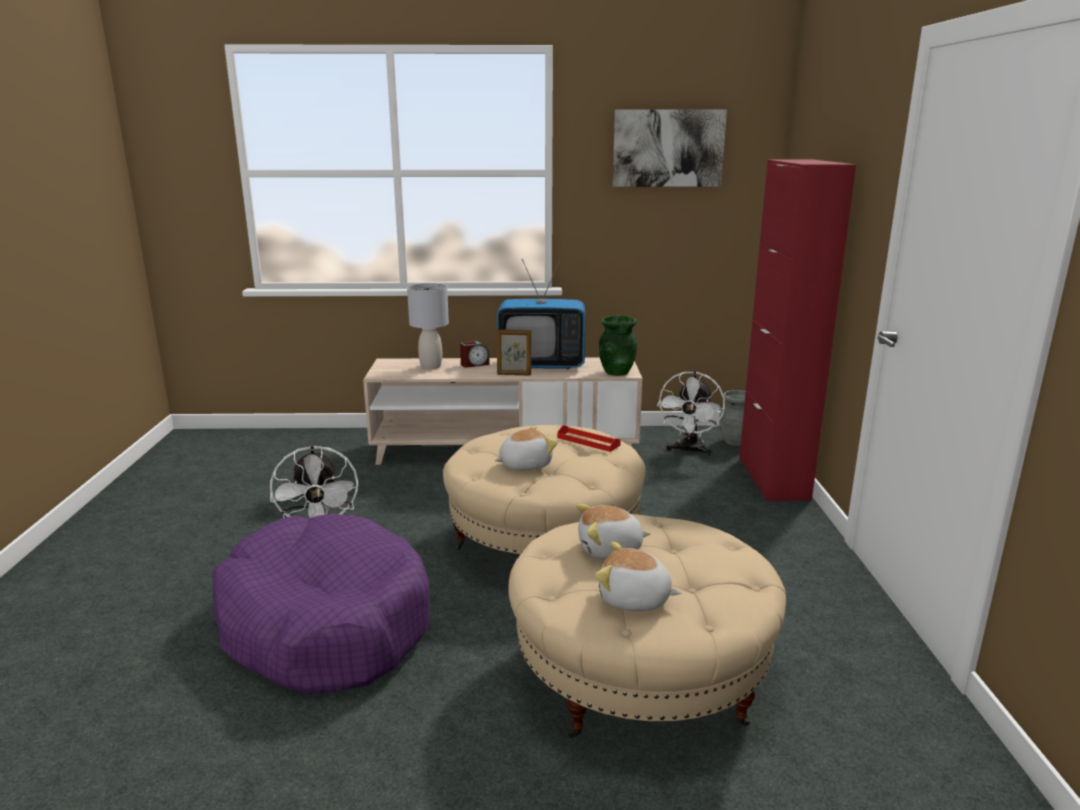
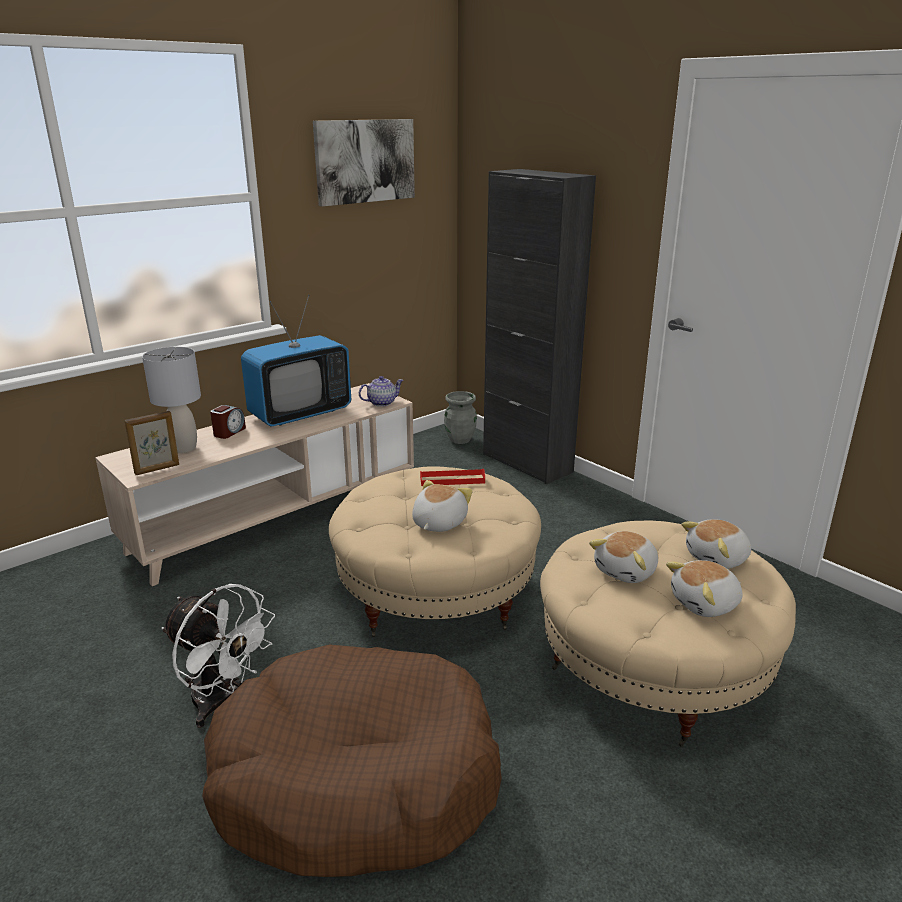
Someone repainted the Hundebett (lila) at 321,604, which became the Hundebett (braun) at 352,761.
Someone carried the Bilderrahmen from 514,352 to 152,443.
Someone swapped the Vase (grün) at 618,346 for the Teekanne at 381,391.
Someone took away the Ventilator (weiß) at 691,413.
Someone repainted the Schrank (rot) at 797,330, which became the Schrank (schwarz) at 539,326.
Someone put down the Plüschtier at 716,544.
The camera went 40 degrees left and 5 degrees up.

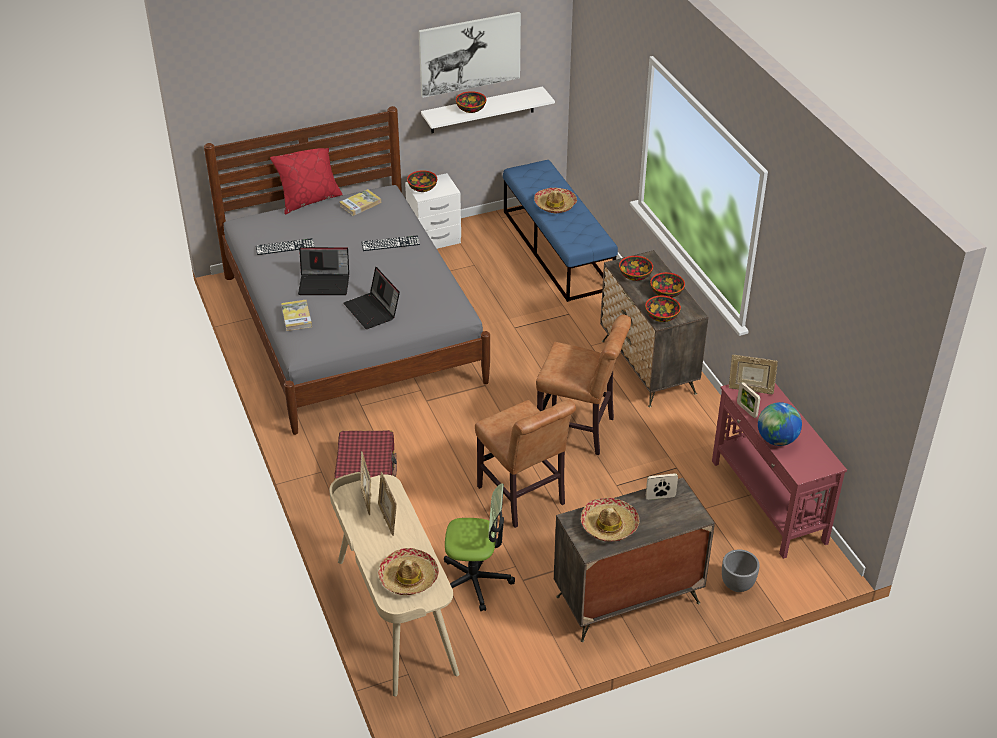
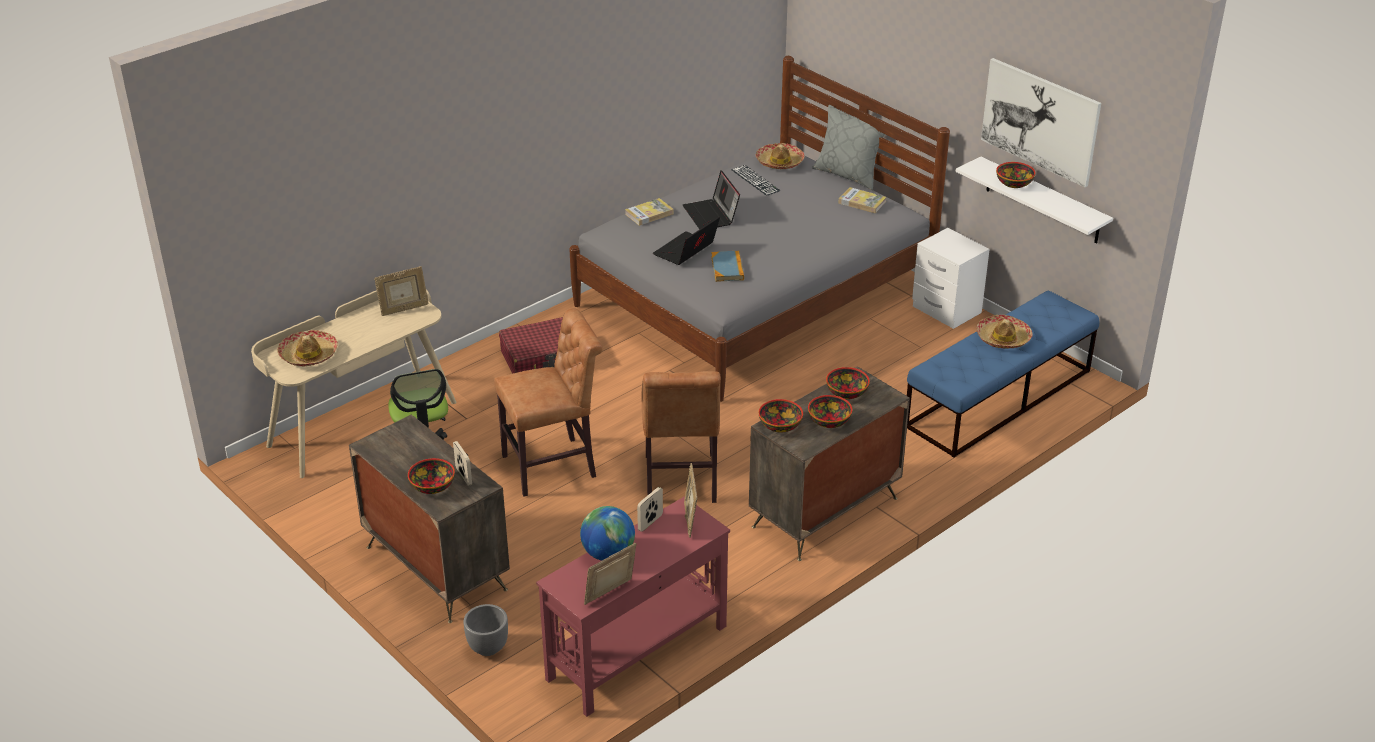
Someone repainted the Kissen (rot) at 306,181, which became the Kissen (grau) at 848,147.
Someone took away the Tastatur at 390,243.
Someone carried the Bilderrahmen from 387,504 to 610,574.
Someone carried the Schüssel from 422,181 to 431,476.
Someone rotated the Stuhl (braun) at 525,463 by 150 degrees counterclockwise.
Someone carried the Hut from 610,520 to 779,156.
Someone put down the Buch at 727,266.
The camera went 70 degrees right and 5 degrees down.

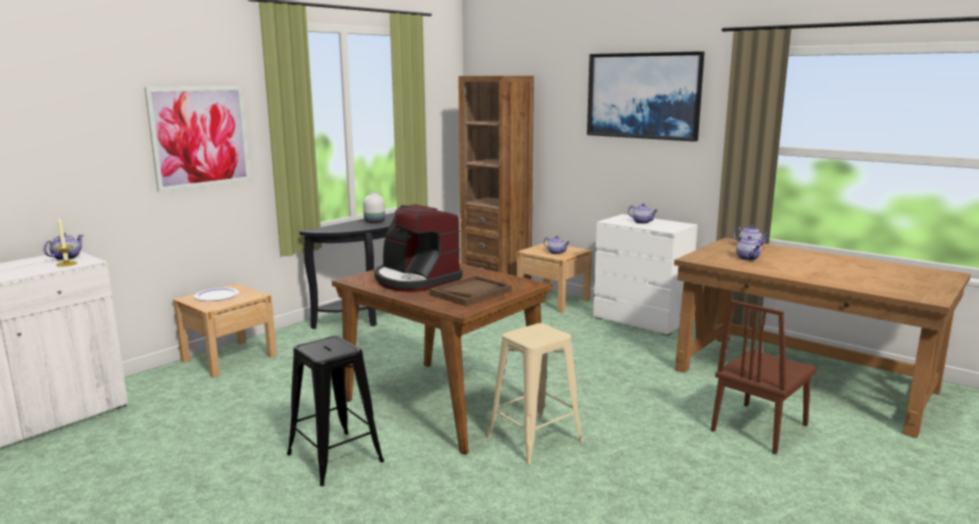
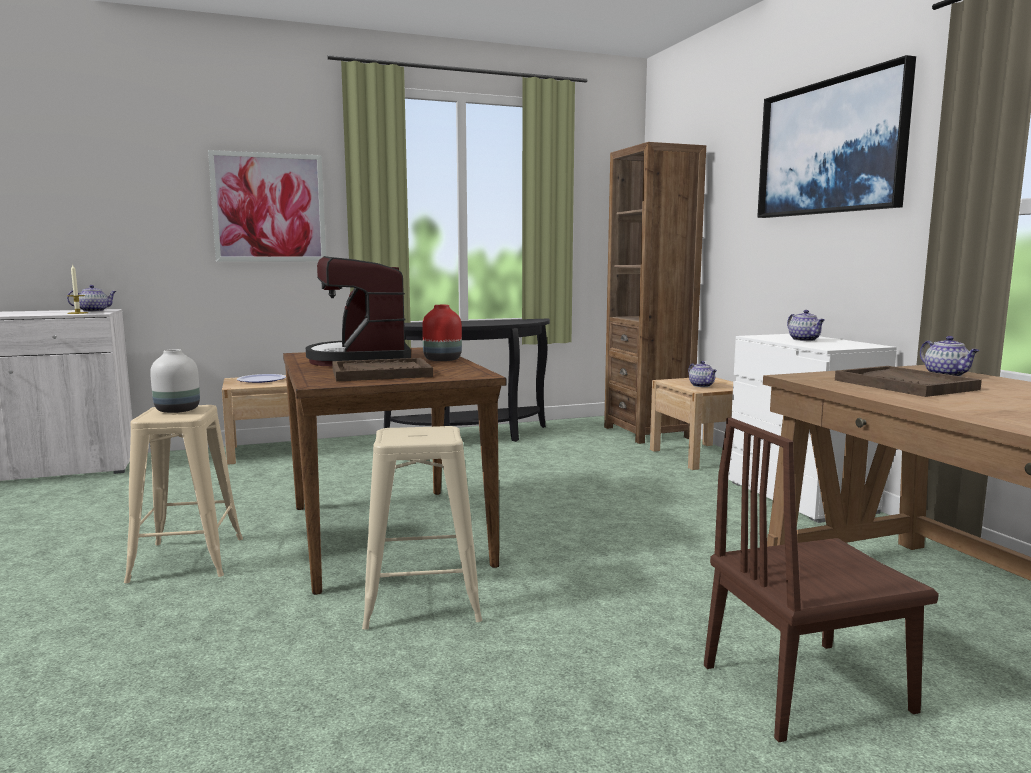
Someone repainted the Hocker (schwarz) at 335,411, which became the Hocker (beige) at 183,494.
Someone carried the Vase (weiß) from 374,208 to 175,381.
Someone swapped the Teekanne at 748,248 for the Tablett (braun) at 908,381.
Someone put down the Vase (rot) at 442,333.
The camera went 30 degrees right and 5 degrees down.

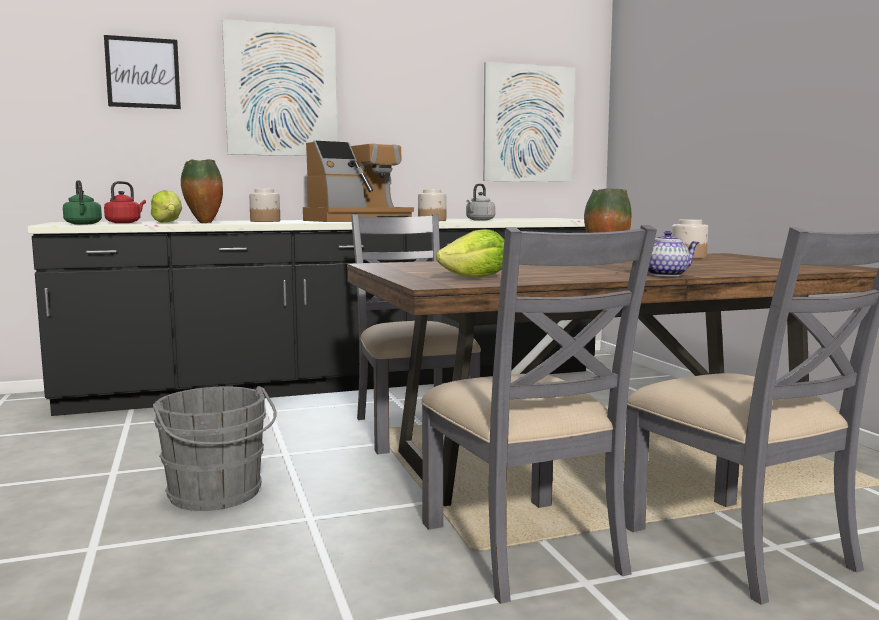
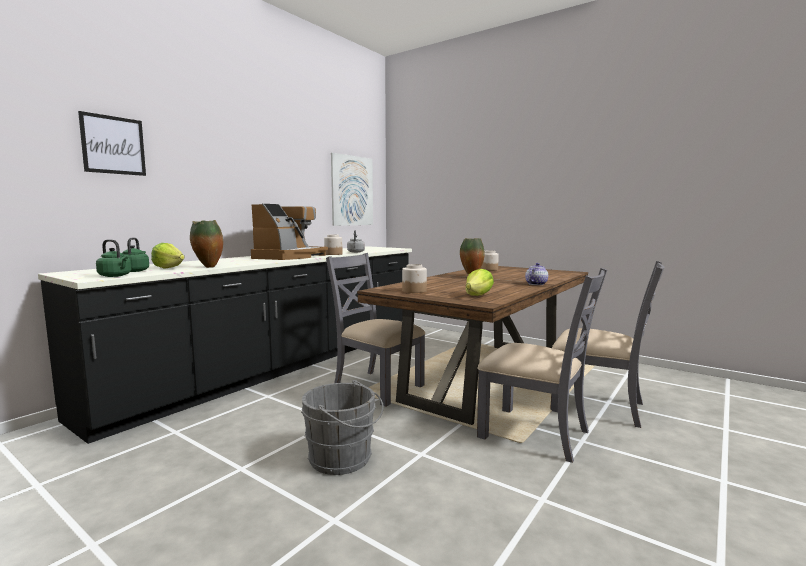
Someone repainted the Wasserkessel (rot) at 125,202, which became the Wasserkessel (grün) at 135,255.
Someone took away the Bild at 279,87.
Someone carried the Vorratsglas from 264,205 to 414,278.
The camera went 35 degrees left and 0 degrees up.

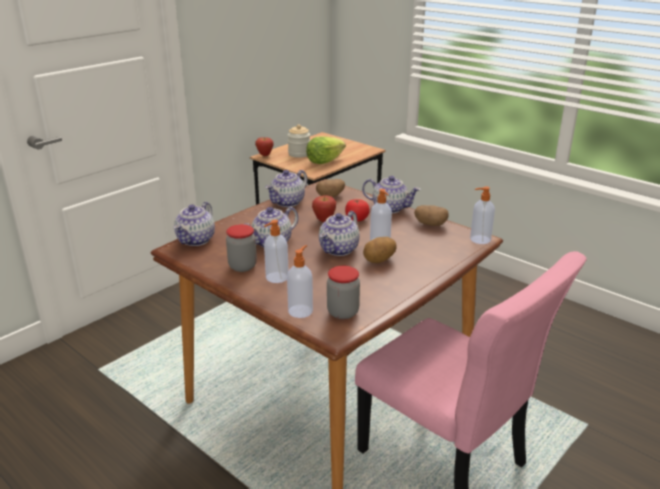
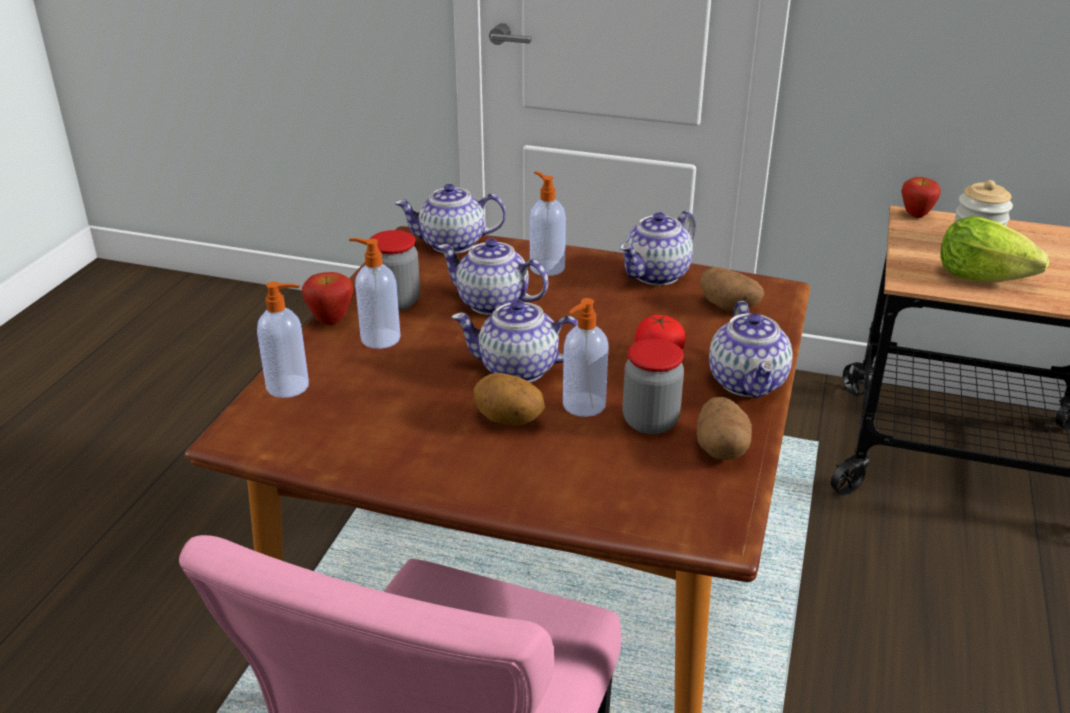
Someone rotated the Teekanne at 286,188 by 60 degrees counterclockwise.
Someone carried the Apfel from 324,208 to 327,298.
Someone carried the Vorratsglas from 343,292 to 653,386.
Someone carried the Seifenspender from 482,215 to 548,223.
The camera went 65 degrees right and 5 degrees up.

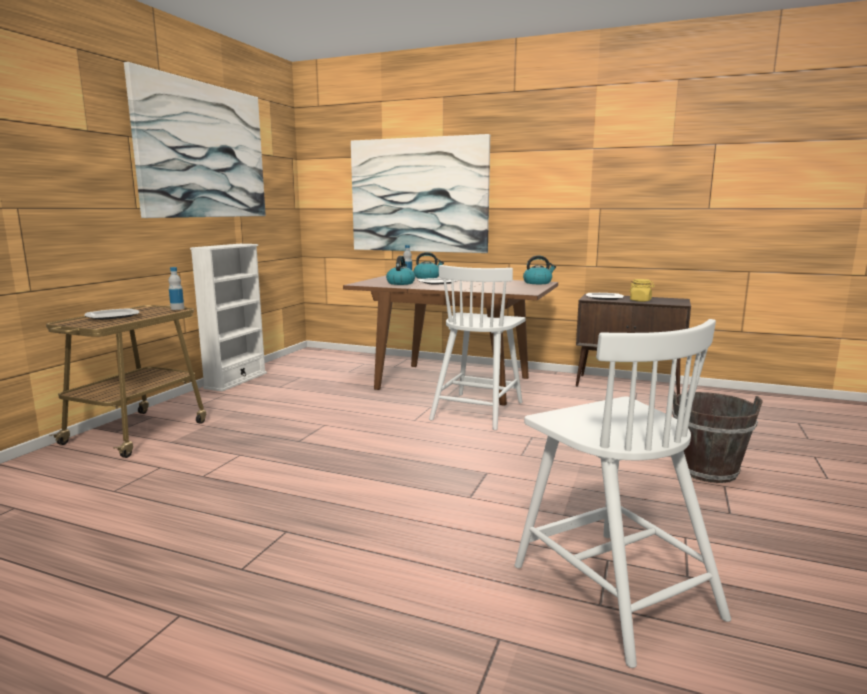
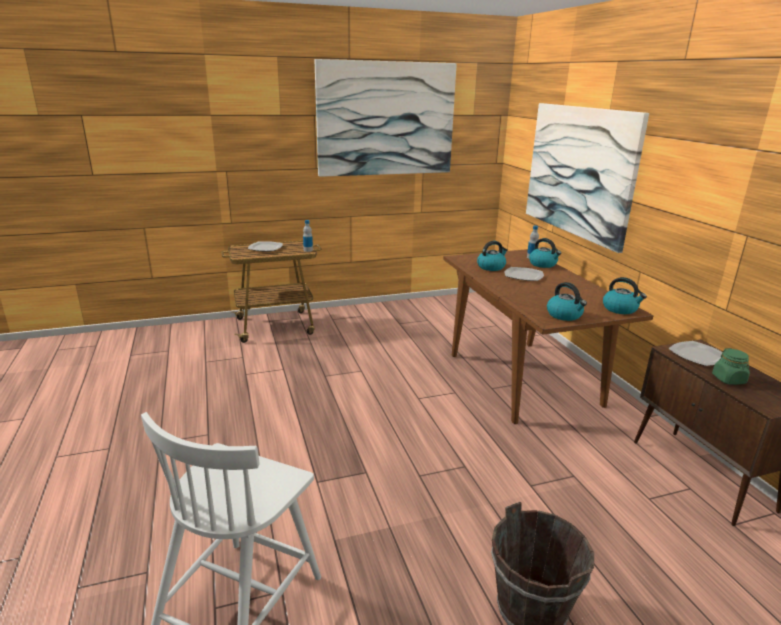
Someone took away the Bücherregal (weiß) at 228,317.
Someone took away the Stuhl (weiß) at 477,347.
Someone repainted the Vorratsglas (gelb) at 642,290, which became the Vorratsglas (grün) at 731,366.
Someone put down the Wasserkessel at 567,301.
The camera went 50 degrees right and 10 degrees up.

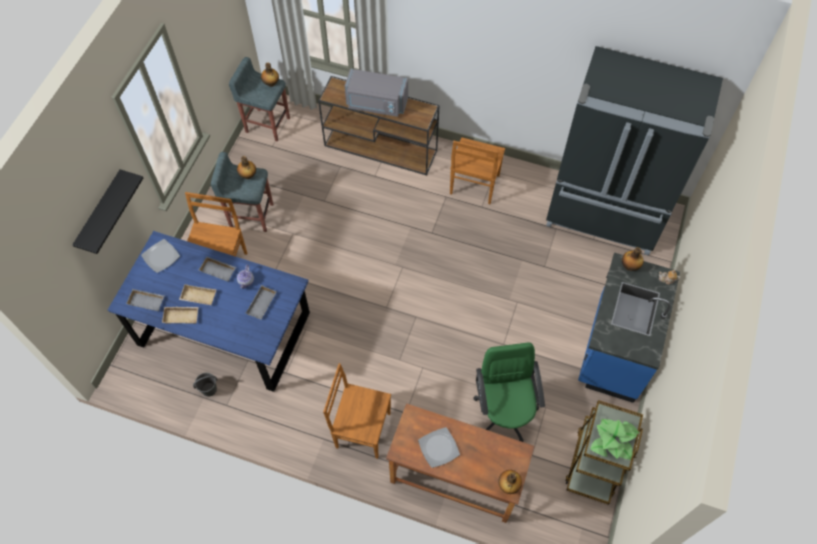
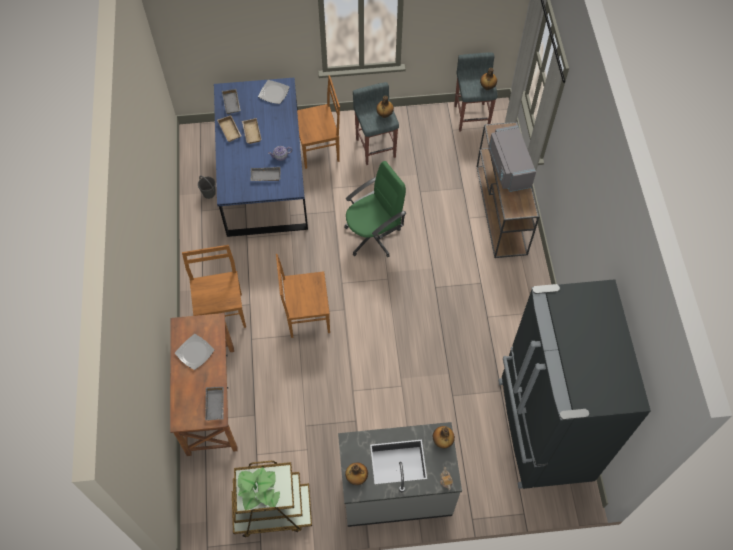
Someone took away the Wandregal (schwarz) at 107,211.
Someone carried the Tablett (grau) from 217,269 to 214,404.
Someone carried the Stuhl (braun) from 477,170 to 303,296.
Someone carried the Bürostuhl (grün) from 509,392 to 375,209.
Someone carried the Flasche from 510,482 to 356,474.
Someone repainted the Küchenzeile (blau) at 629,327, which became the Küchenzeile (grau) at 400,474.
The camera went 65 degrees right and 0 degrees up.

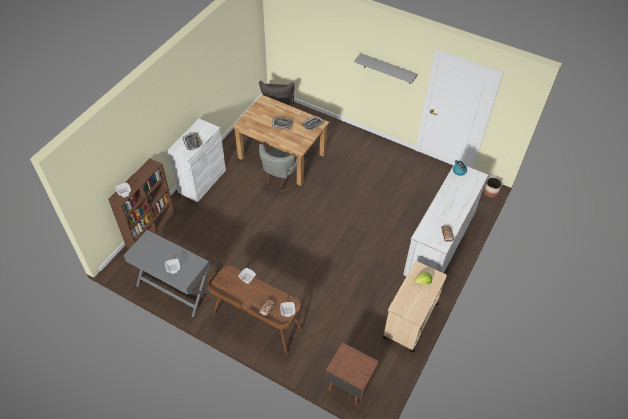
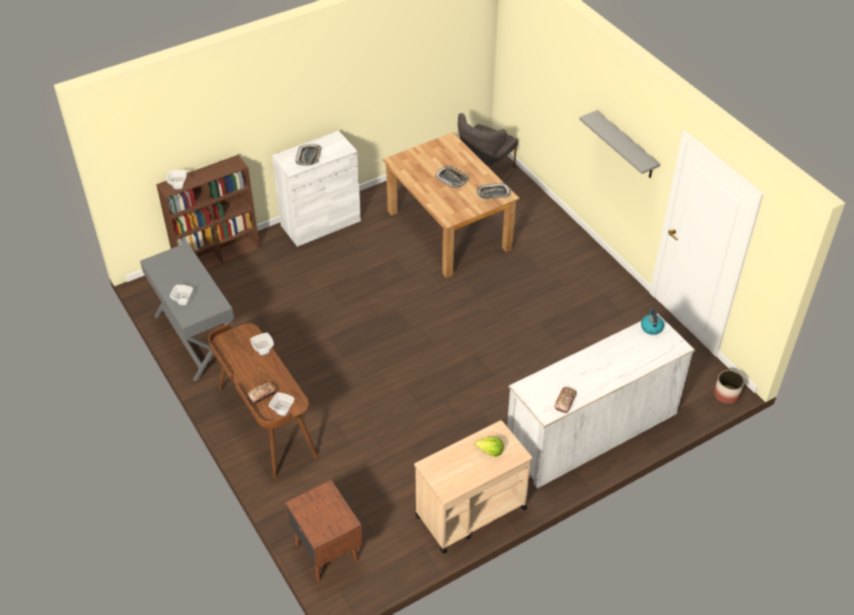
Someone took away the Stuhl (grau) at 278,168.
The camera went 30 degrees right and 5 degrees down.

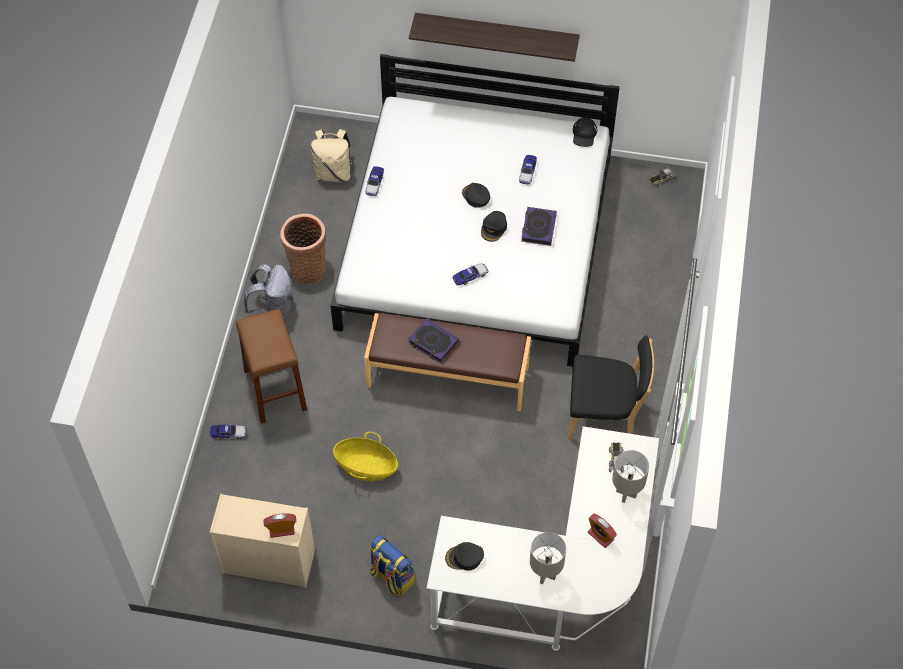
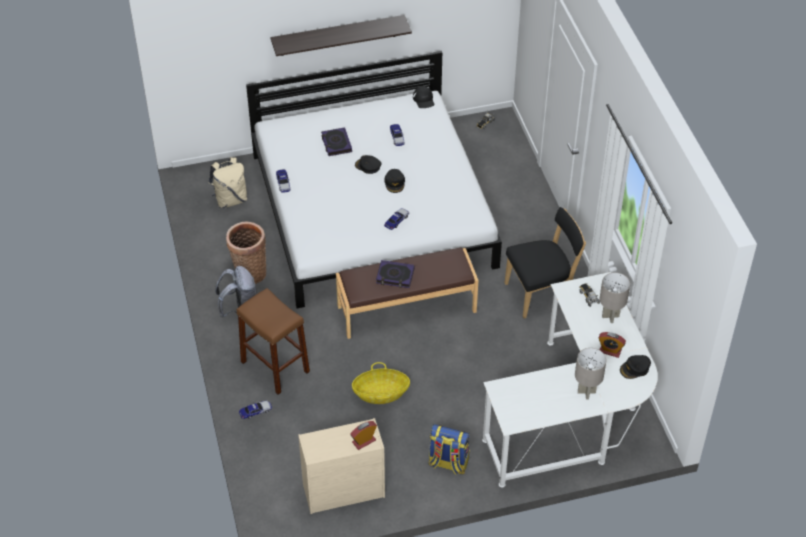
Someone carried the Kappe (schwarz) from 464,556 to 635,367.
Someone carried the Buch from 539,226 to 336,141.
The camera went 25 degrees left and 10 degrees down.

